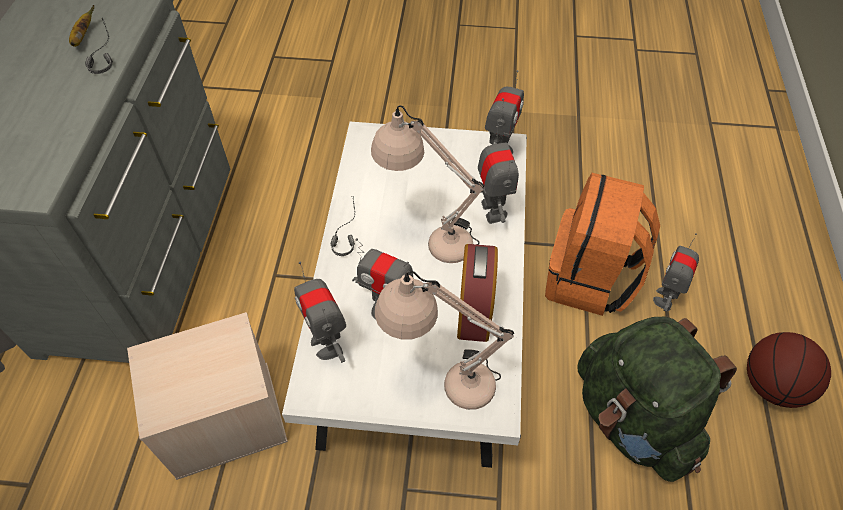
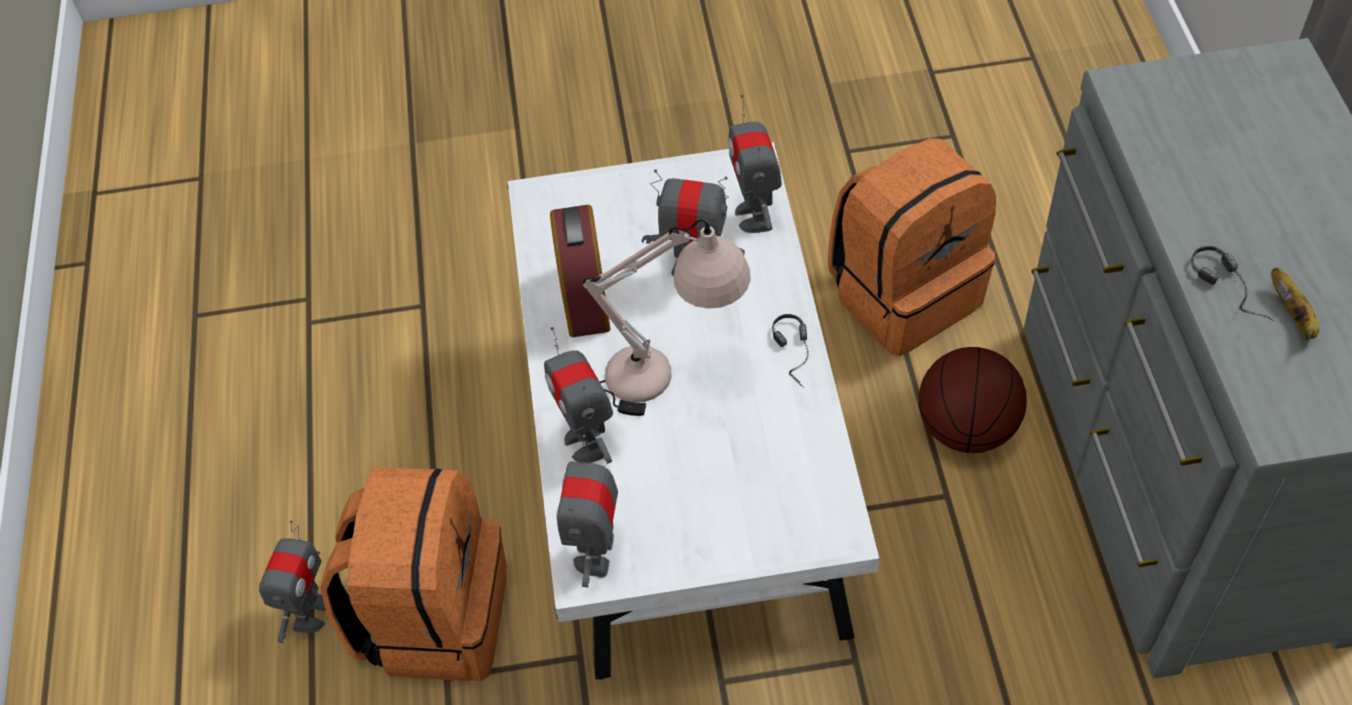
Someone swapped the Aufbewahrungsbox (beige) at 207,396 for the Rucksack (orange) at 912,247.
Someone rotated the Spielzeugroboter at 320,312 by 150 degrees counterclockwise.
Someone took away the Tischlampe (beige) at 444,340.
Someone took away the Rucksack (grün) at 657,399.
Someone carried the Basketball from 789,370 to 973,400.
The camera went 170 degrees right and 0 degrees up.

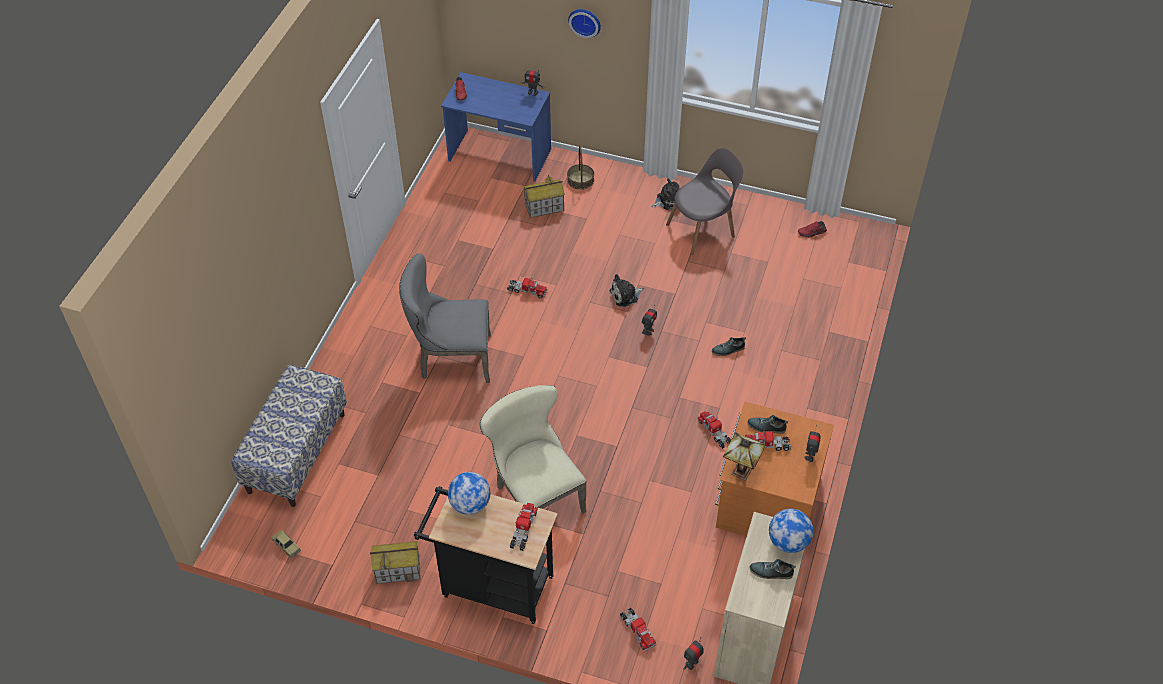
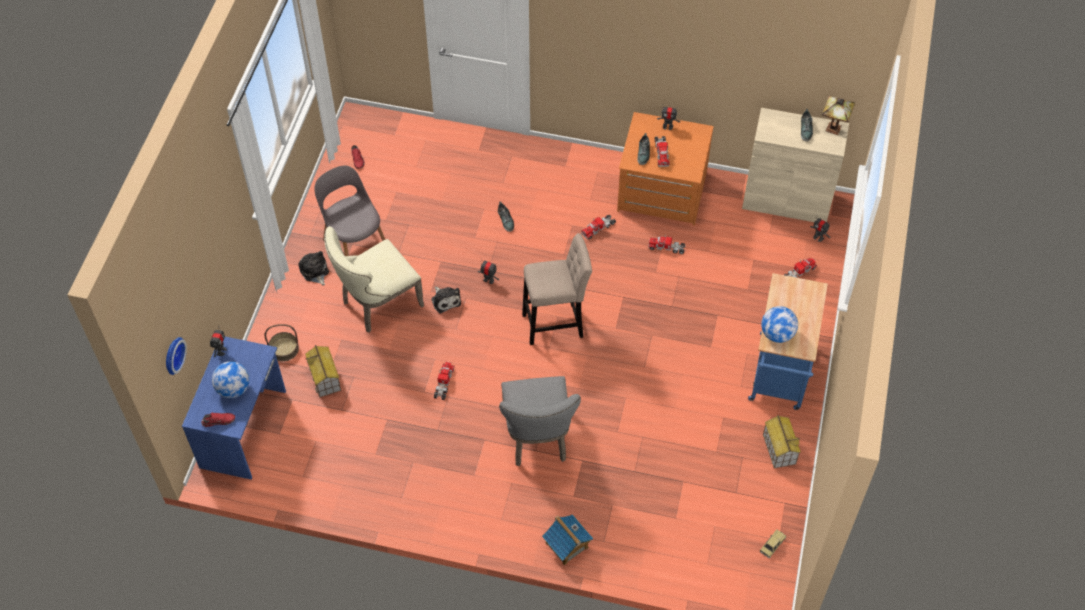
Someone took away the Bank at 289,436.
Someone repainted the Rollwagen (schwarz) at 486,555, which became the Rollwagen (blau) at 788,341.
Someone carried the Stuhl (beige) from 533,449 to 374,279.
Someone carried the Spielzeuglaster from 524,527 to 667,245.
Someone carried the Wanduhr from 584,23 to 176,356.
Someone carried the Tischlampe from 744,456 to 838,115.
Someone carried the Globus from 791,531 to 230,379.
Someone put down the Hocker (beige) at 557,289.
Someone put down the Spielzeughaus at 567,540.
The camera went 95 degrees left and 5 degrees up.

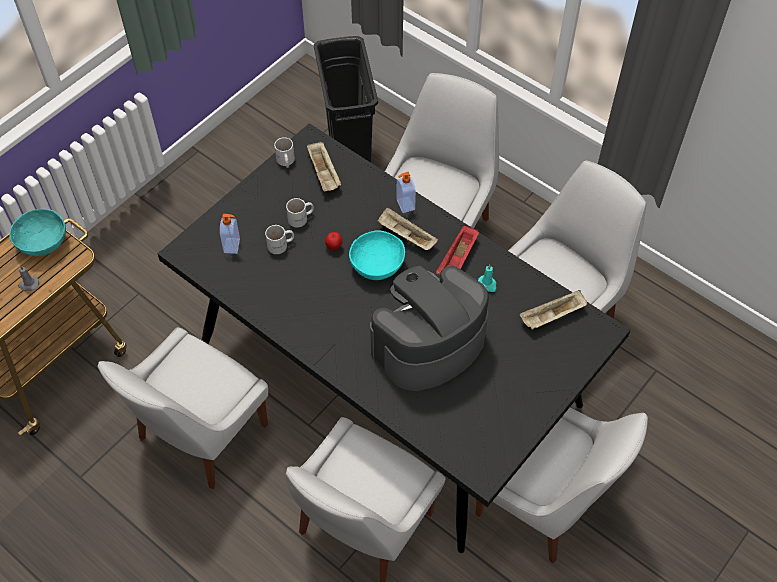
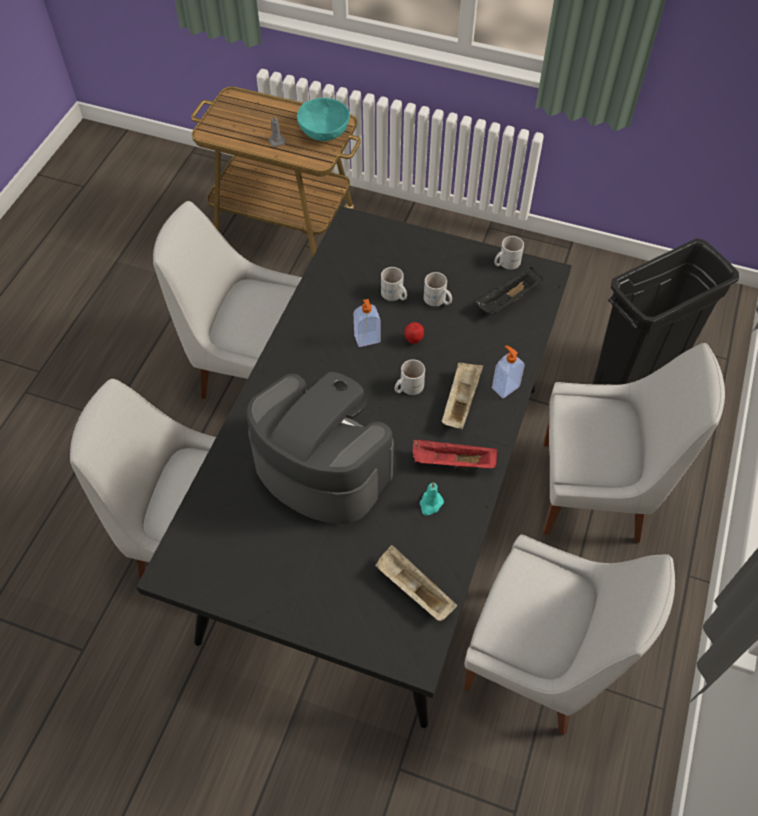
Someone carried the Seifenspender from 230,234 to 367,323.
Someone repainted the Tablett (beige) at 324,166, which became the Tablett (schwarz) at 509,291.
Someone swapped the Schüssel (türkis) at 377,255 for the Henkelbecher (weiß) at 410,377.
Someone took away the Stuhl (weiß) at 561,486.
The camera went 70 degrees right and 0 degrees up.

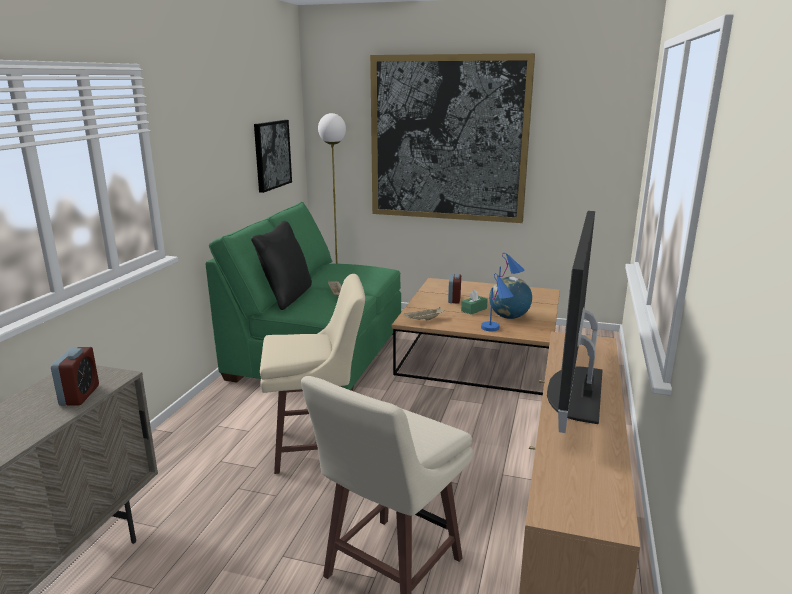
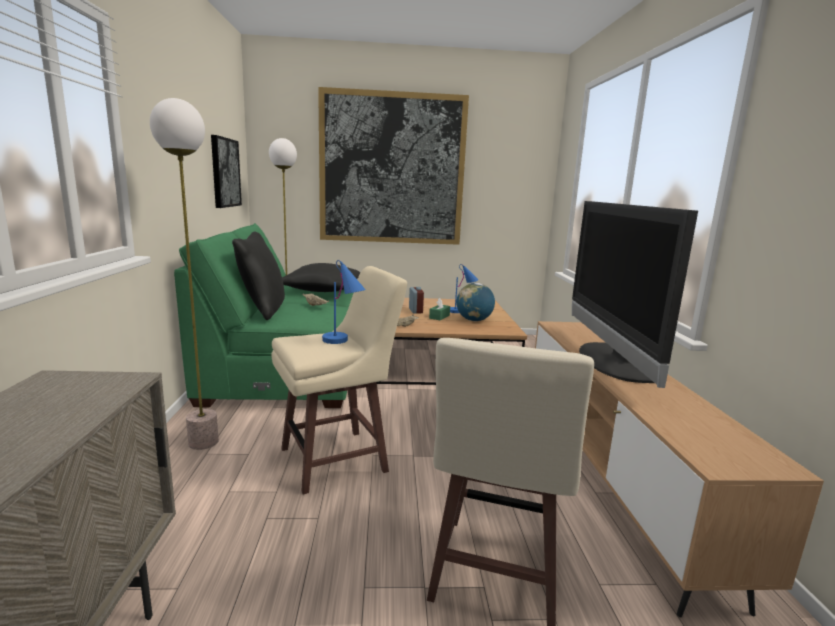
Someone took away the Wecker at 75,376.
Someone carried the Tischlampe (blau) from 497,302 to 344,302.
Someone put down the Stehlampe at 184,274.
Someone put down the Kissen (schwarz) at 321,277.
The camera went 20 degrees left and 5 degrees down.

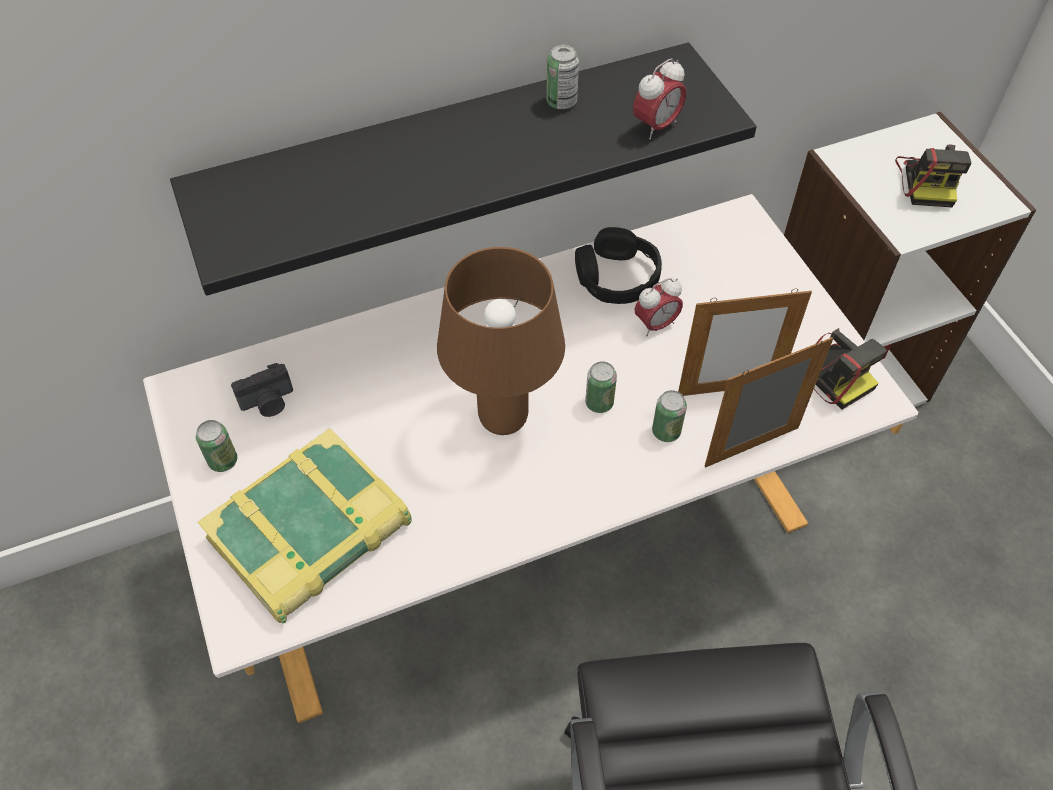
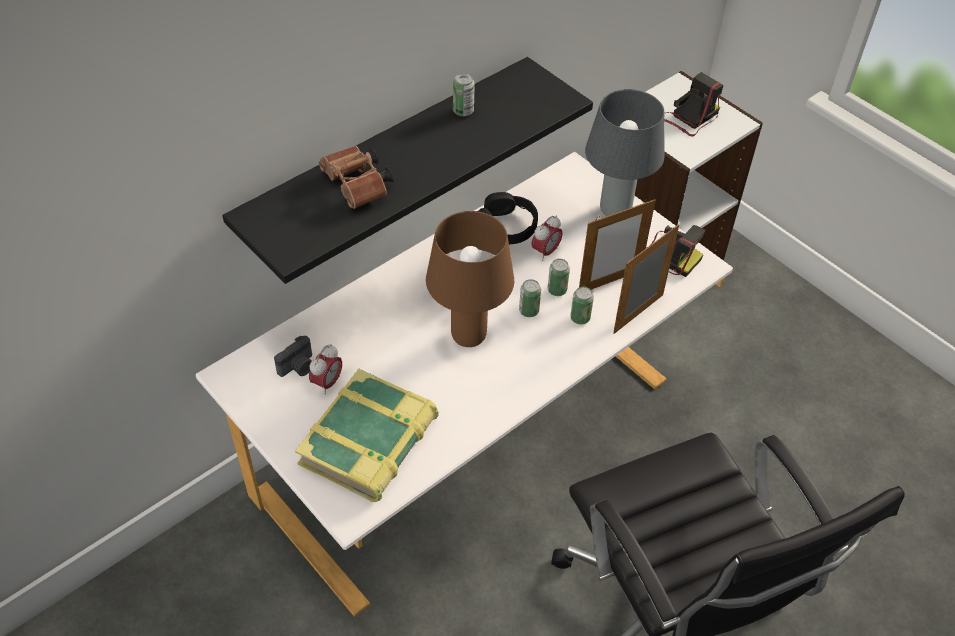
Someone carried the Dose from 216,446 to 559,277.
Someone carried the Wecker from 659,99 to 325,369.
Someone rotated the Kamera at 933,176 by 120 degrees counterclockwise.
Someone put down the Fernglas (braun) at 356,177.
Someone put down the Tischlampe (grau) at 624,152.
The camera went 20 degrees left and 5 degrees down.

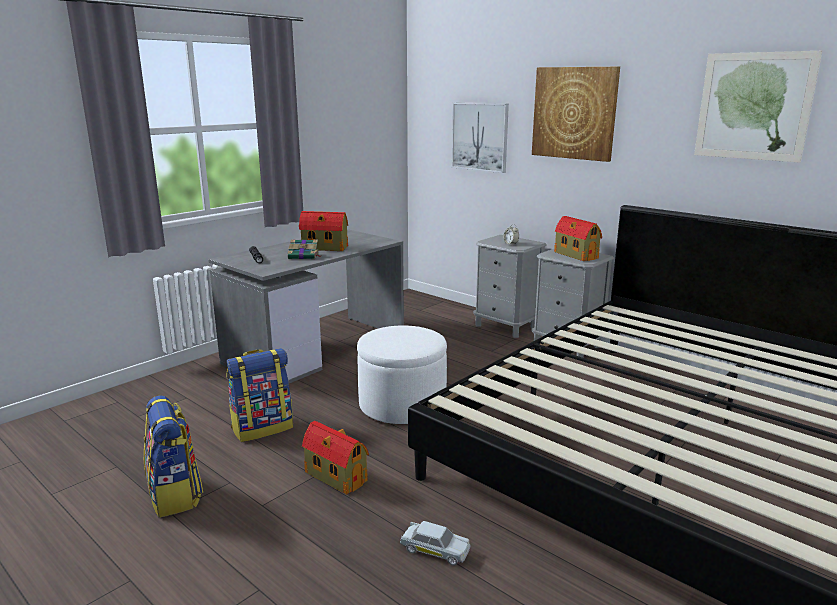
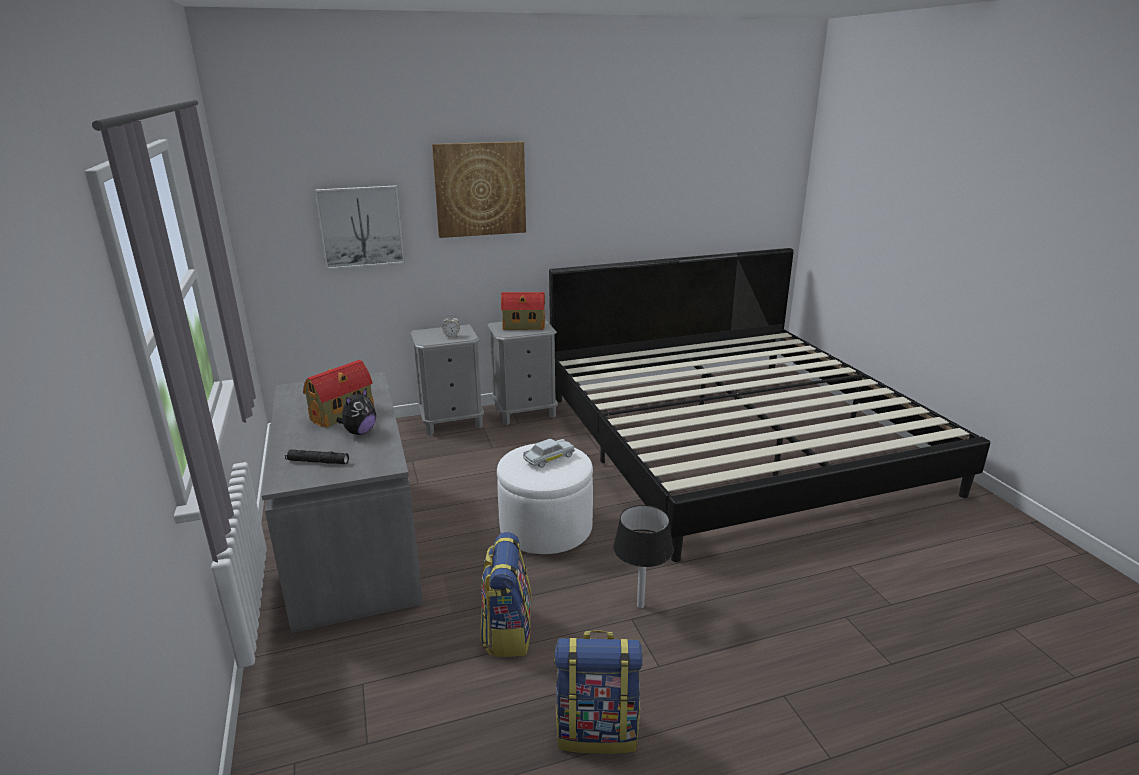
Someone swapped the Buch at 304,249 for the Plüschtier at 356,411.
Someone swapped the Spielzeughaus at 335,458 for the Tischlampe (schwarz) at 643,557.
Someone carried the Spielzeugauto (weiß) from 435,543 to 549,453.
Someone took away the Bild at 758,107.
The camera went 60 degrees left and 5 degrees up.

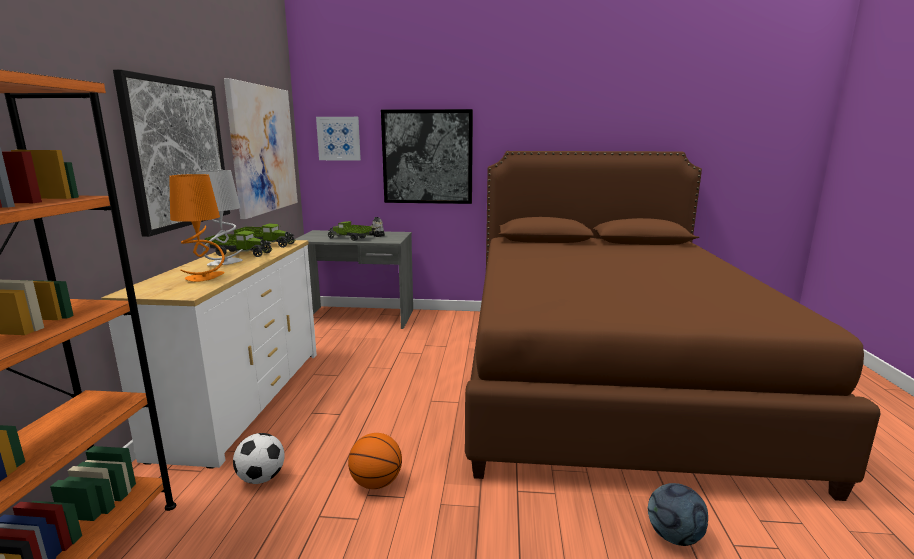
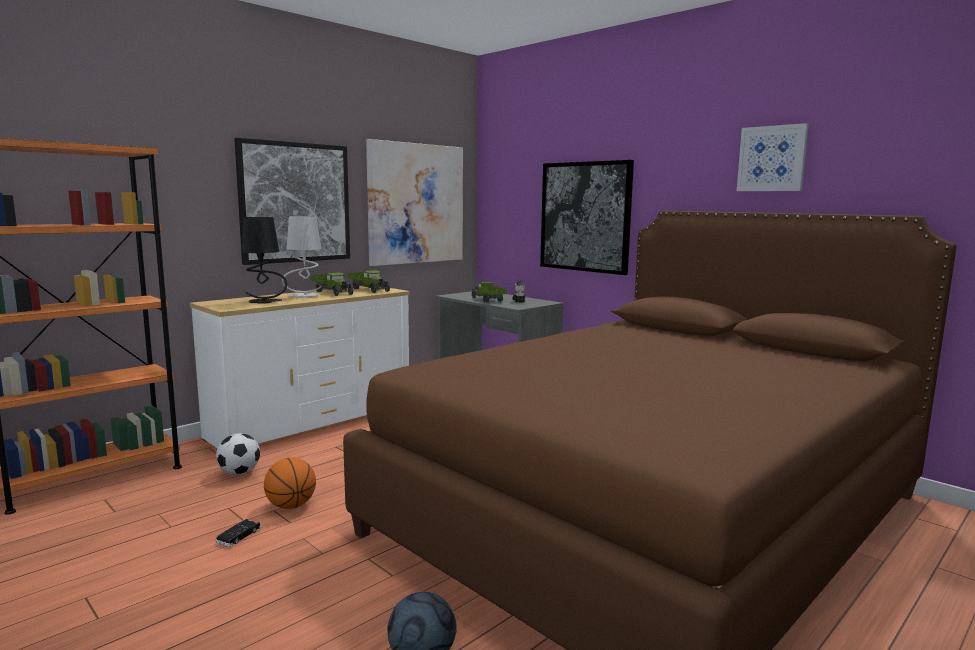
Someone repainted the Tischlampe (orange) at 197,228, which became the Tischlampe (schwarz) at 264,260.
Someone carried the Bild from 338,139 to 773,157.
Someone put down the Spielzeugauto (schwarz) at 238,533.
The camera went 40 degrees right and 5 degrees down.

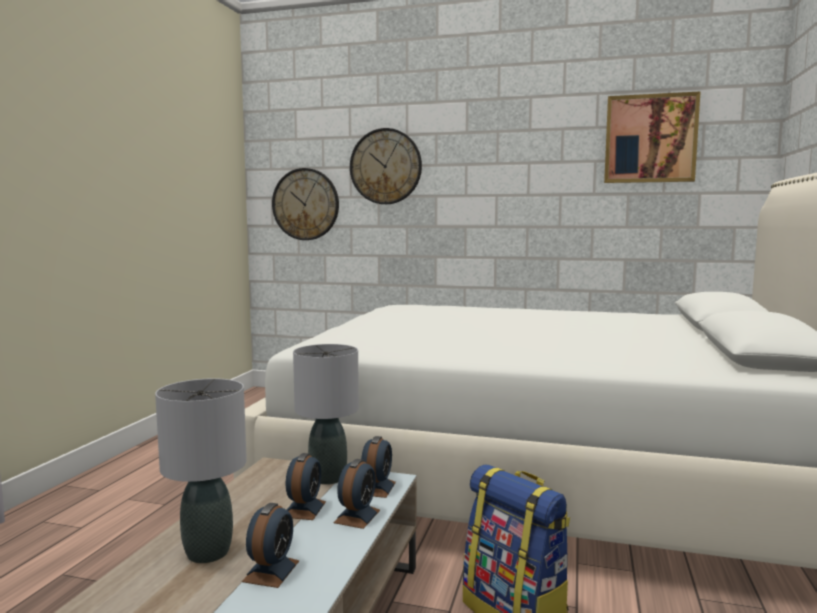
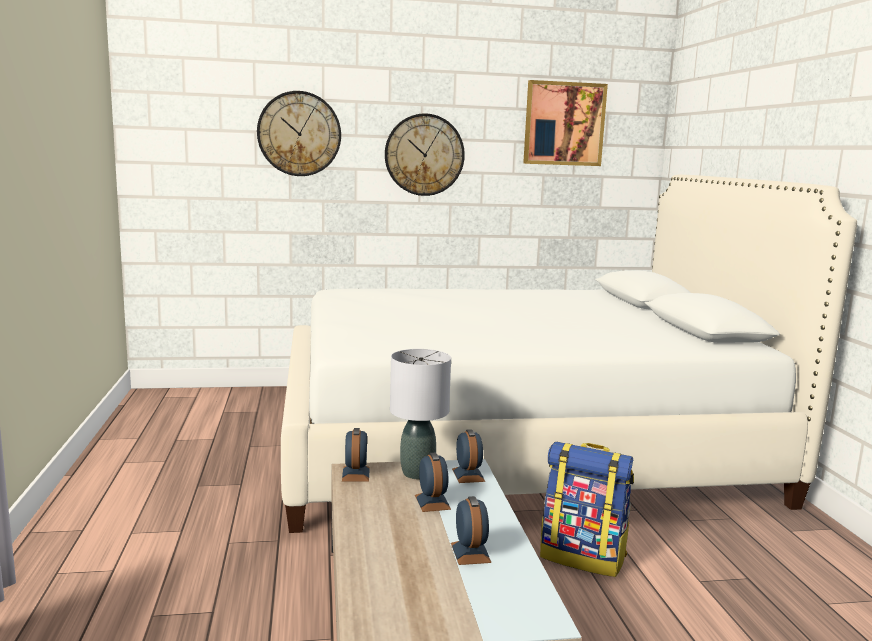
Someone took away the Tischlampe (grau) at 201,470.
Someone carried the Wanduhr from 305,204 to 425,154.
Someone carried the Wecker from 356,494 to 356,455.
The camera went 25 degrees left and 5 degrees up.

